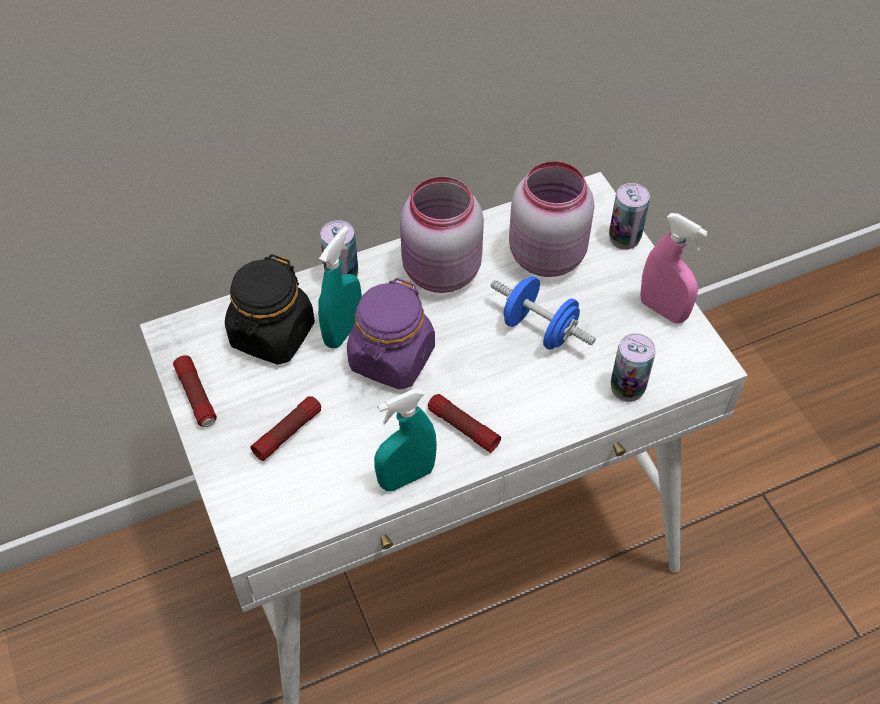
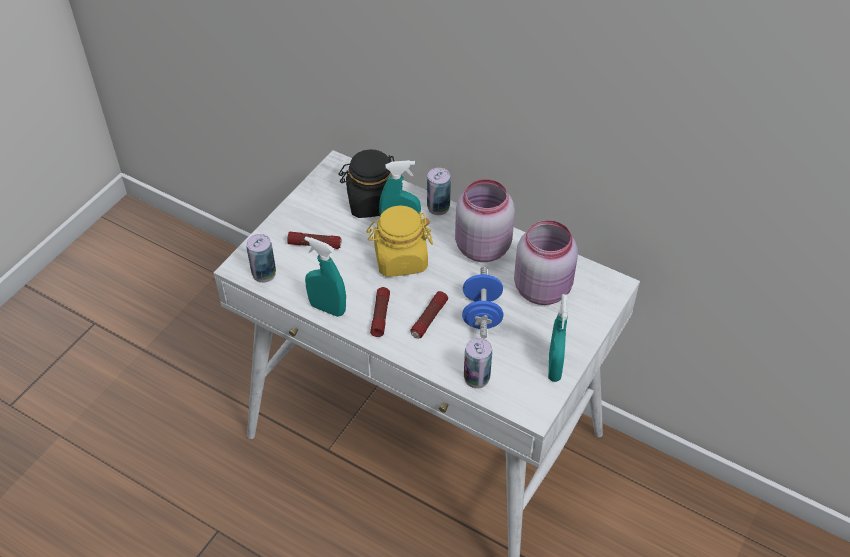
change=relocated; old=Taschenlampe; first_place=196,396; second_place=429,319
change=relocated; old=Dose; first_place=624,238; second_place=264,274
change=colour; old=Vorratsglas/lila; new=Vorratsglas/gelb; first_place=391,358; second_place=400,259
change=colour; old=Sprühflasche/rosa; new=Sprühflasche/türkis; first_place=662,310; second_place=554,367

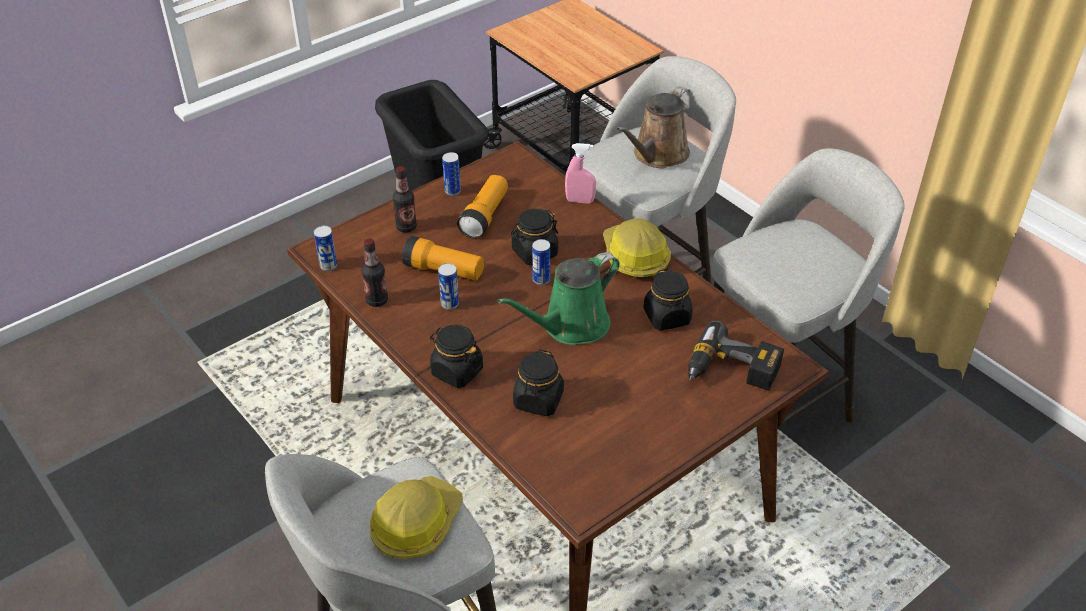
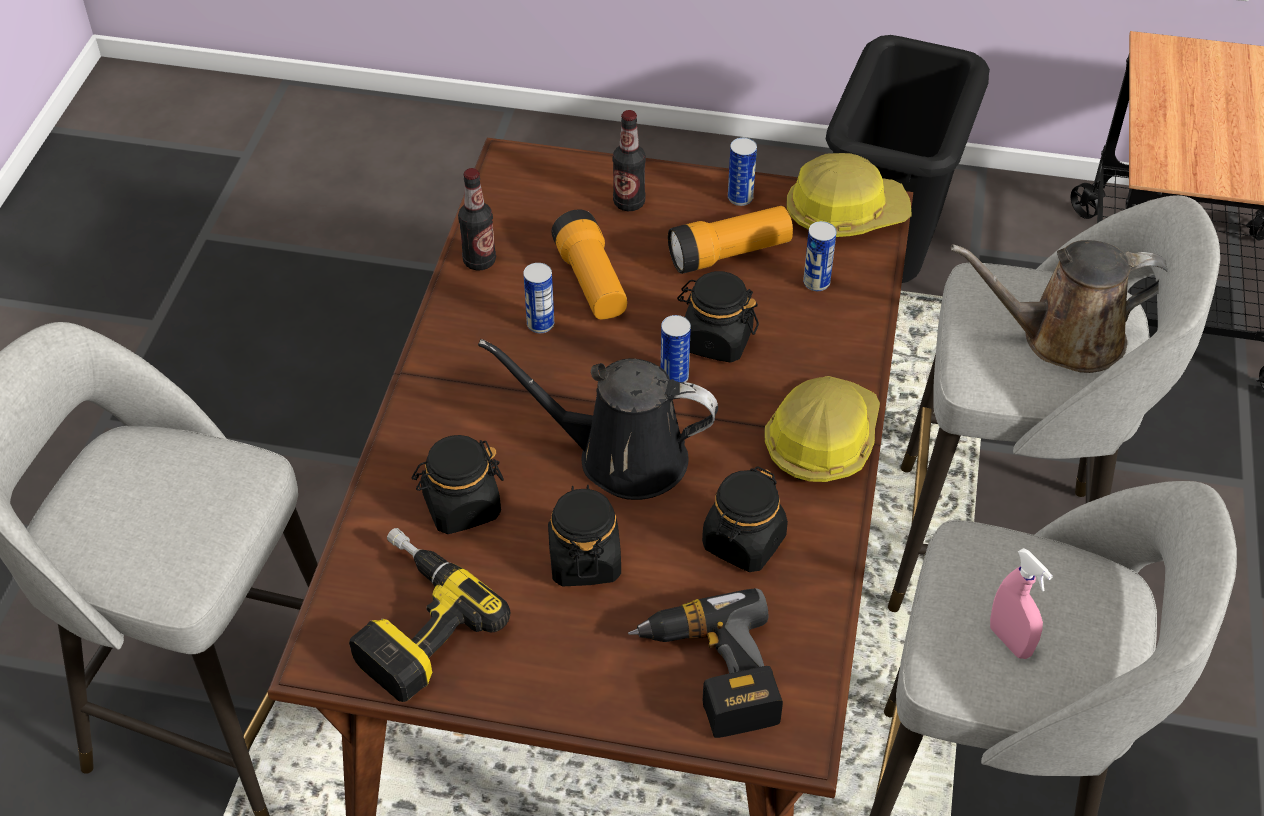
change=appeared; new=Bohrmaschine; second_place=410,622
change=relocated; old=Dose; first_place=328,266; second_place=816,282
change=relocated; old=Schutzhelm; first_place=415,524; second_place=845,213
change=relocated; old=Vorratsglas/schwarz; first_place=456,371; second_place=584,560
change=relocated; old=Sprühflasche/rosa; first_place=580,201; second_place=1010,641
change=colour; old=Gießkanne/grün; new=Gießkanne/schwarz; first_place=570,326; second_place=621,457

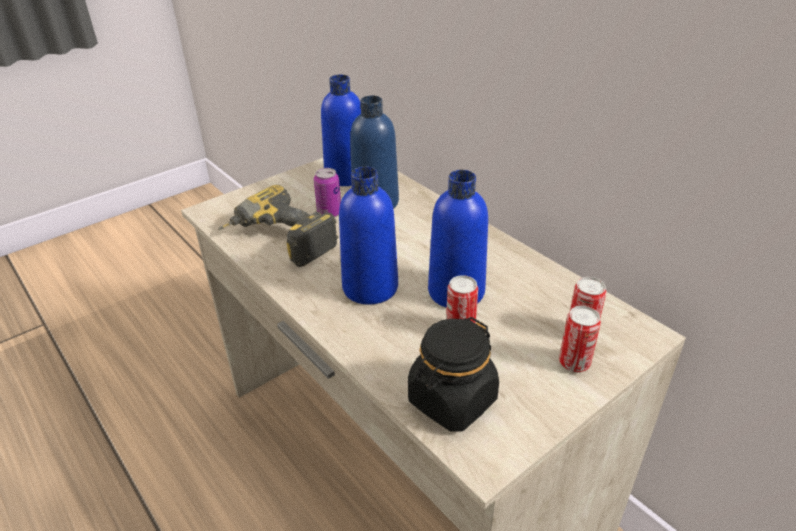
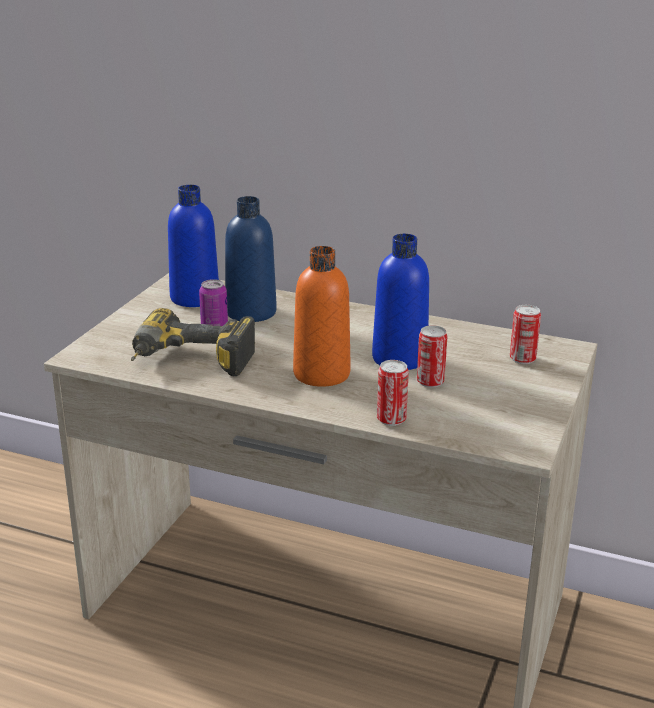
change=missing; old=Vorratsglas/schwarz; first_place=451,401
change=relocated; old=Dose; first_place=574,363; second_place=391,419
change=colour; old=Flasche/blau; new=Flasche/orange; first_place=370,287; second_place=321,374

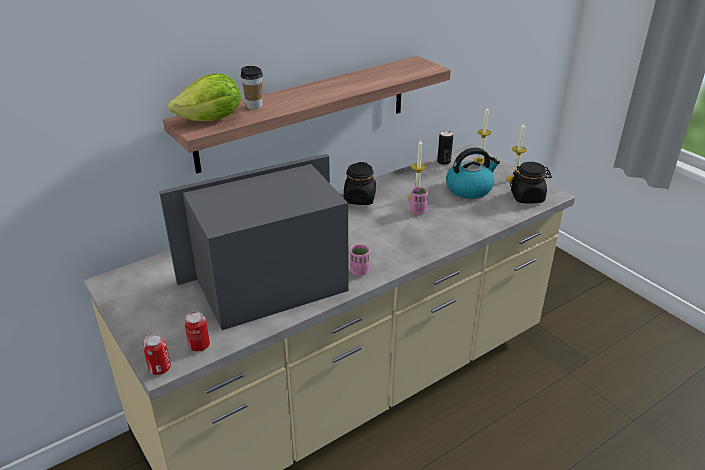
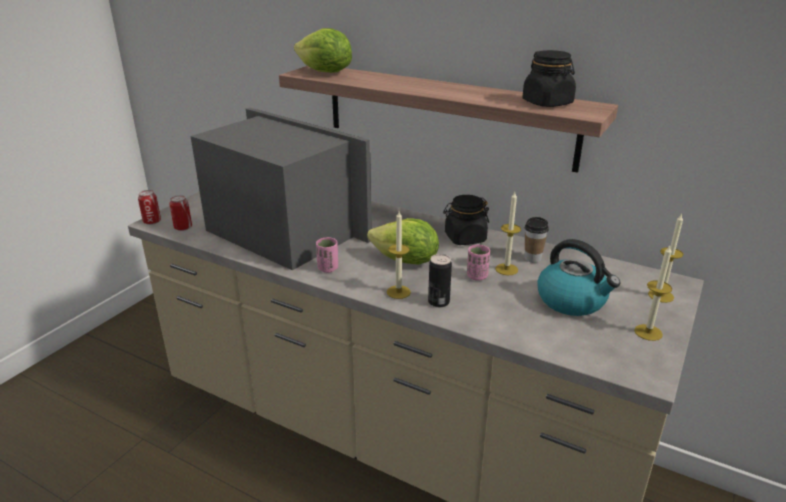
change=appeared; new=Salatkopf; second_place=406,261
change=appeared; new=Kerze; second_place=398,292
change=relocated; old=Tasse; first_place=254,106; second_place=532,258
change=relocated; old=Dose; first_place=444,162; second_place=438,302
change=relocated; old=Vorratsglas/schwarz; first_place=527,197; second_place=547,103

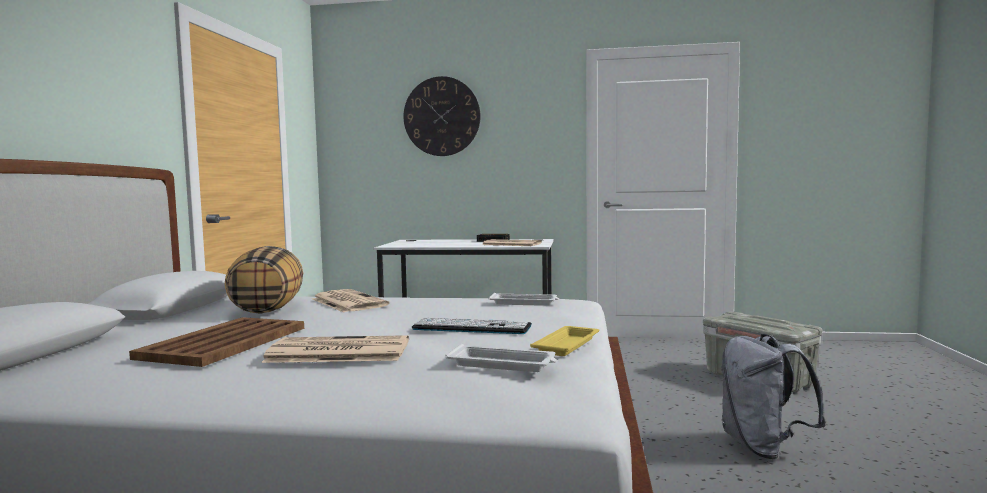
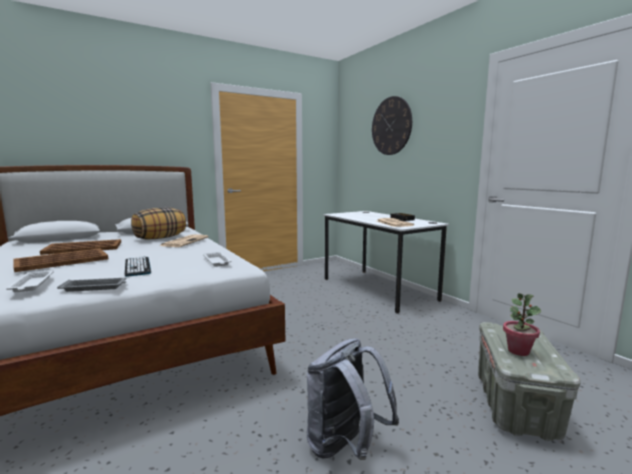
change=appeared; new=Topfpflanze; second_place=518,351
change=exchanged; old=Zeitung; new=Tablett/braun; first_place=336,352; second_place=61,261
change=colour; old=Tablett/gelb; new=Tablett/grau; first_place=567,345; second_place=95,287

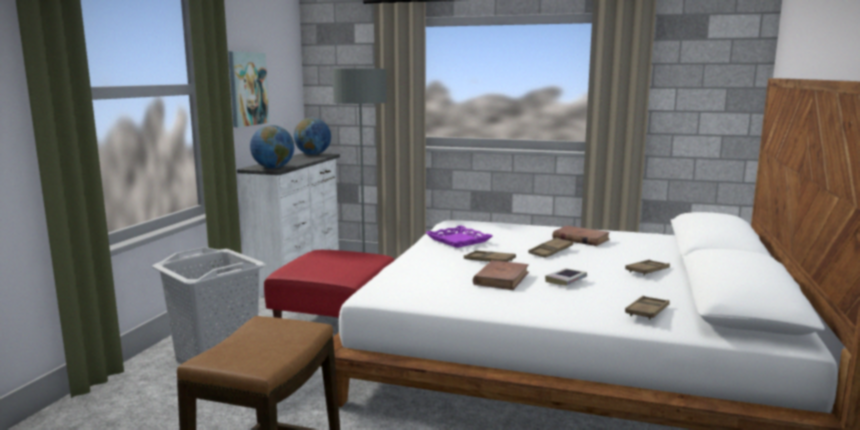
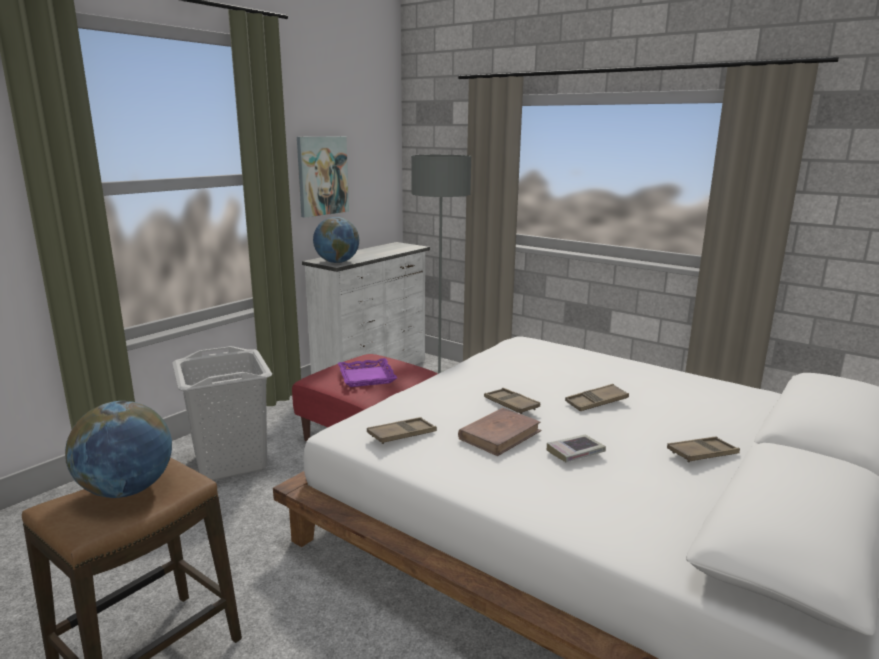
change=missing; old=Buch/braun; first_place=580,239
change=relocated; old=Globus; first_place=313,154; second_place=127,490
change=relocated; old=Tablett/lila; first_place=459,240; second_place=367,377
change=relocated; old=Tablett/braun; first_place=647,311; second_place=402,435

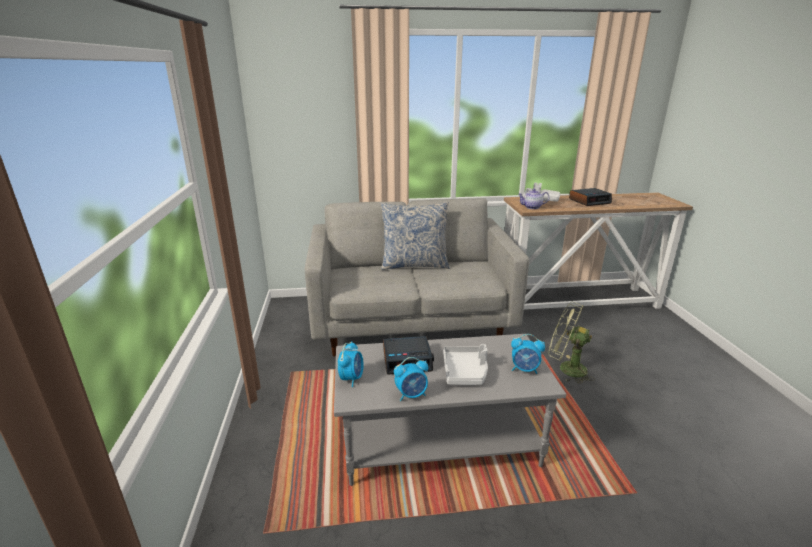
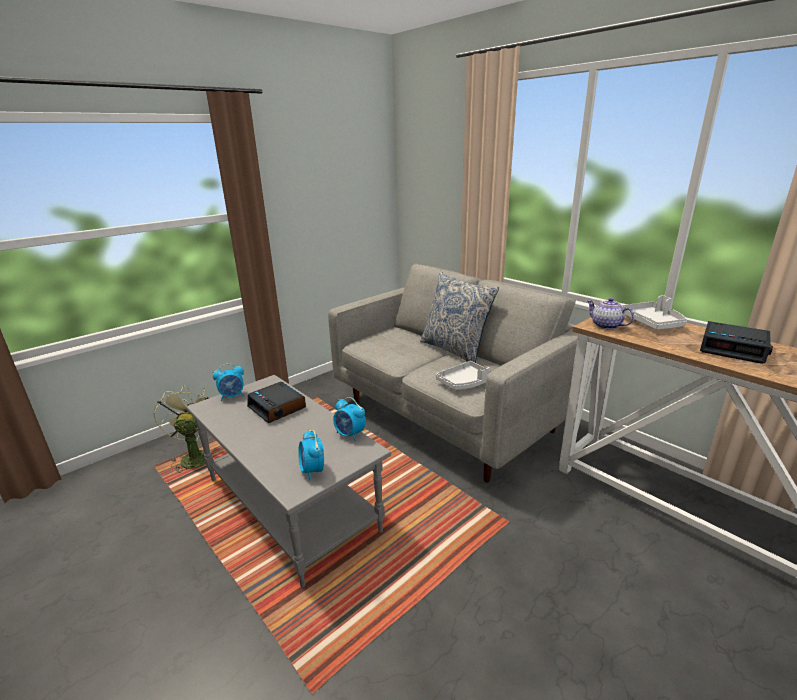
change=relocated; old=Wecker; first_place=411,395; second_place=350,434
change=relocated; old=Tablett/grau; first_place=465,371; second_place=465,382
change=relocated; old=Ventilator/grün; first_place=566,368; second_place=196,456

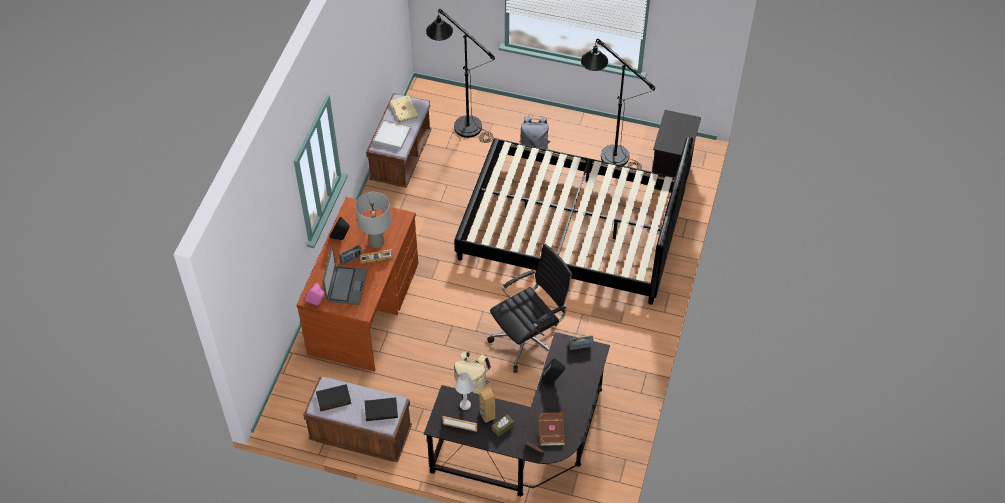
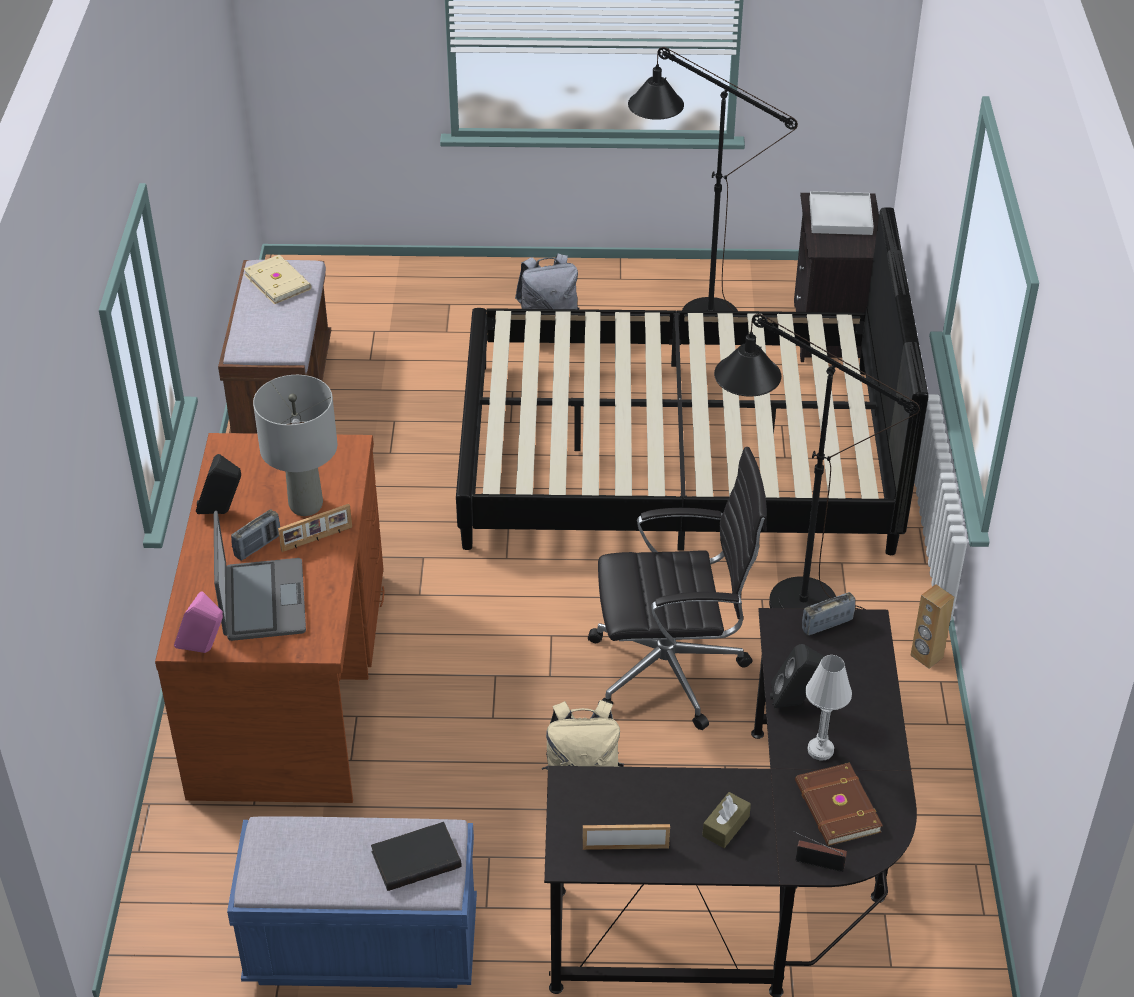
change=missing; old=Buch/schwarz; first_place=333,399
change=relocated; old=Tablett/weiß; first_place=392,136; second_place=840,216
change=relocated; old=Stehlampe/schwarz; first_place=461,123; second_place=783,598
change=relocated; old=Tischlampe/weiß; first_place=465,405; second_place=820,750
change=relocated; old=Lautsprecher/braun; first_place=487,416; second_place=926,656
change=colour; old=Bank/braun; new=Bank/blau; first_place=361,435; second_place=362,946
change=spun; old=Bürostuhl/schwarz; first_place=529,340; second_place=672,670; degrees=45

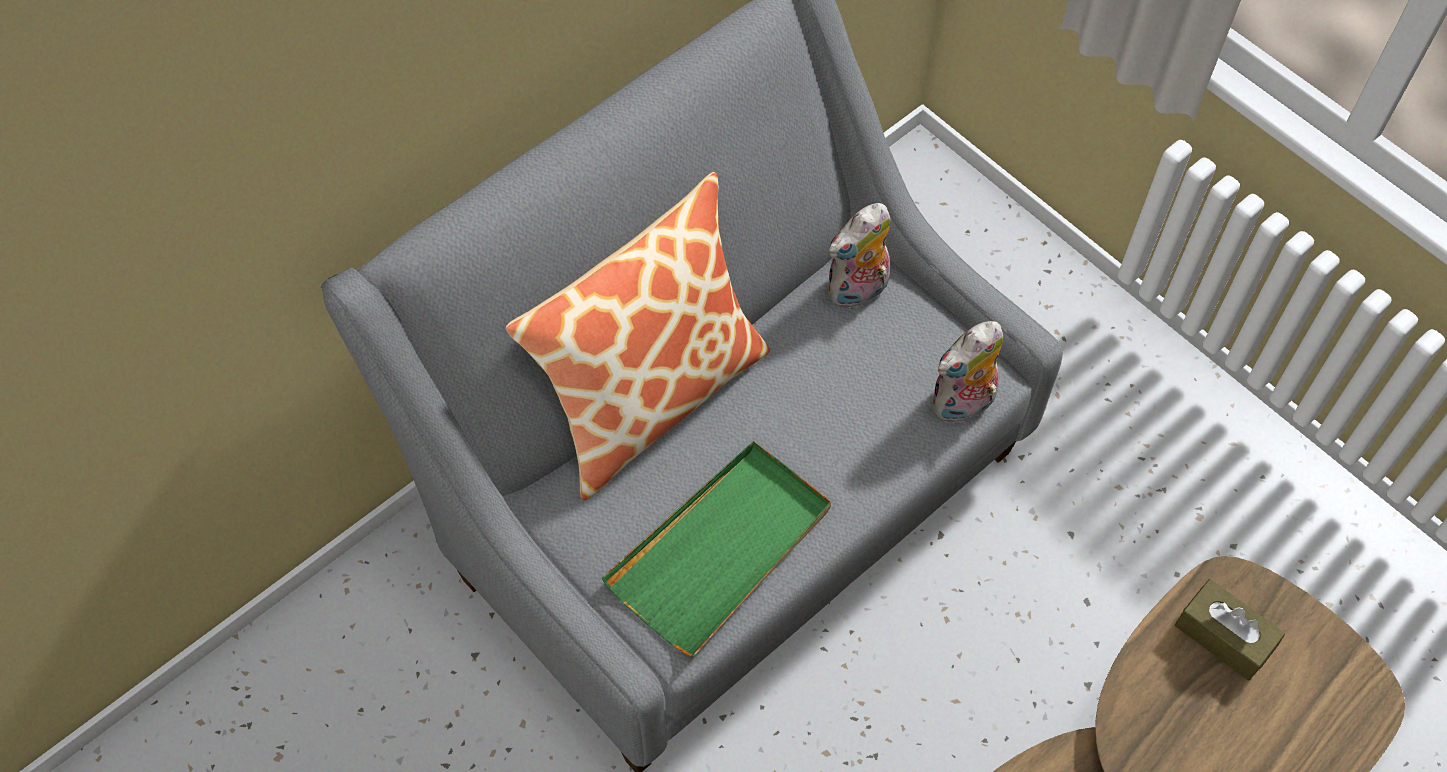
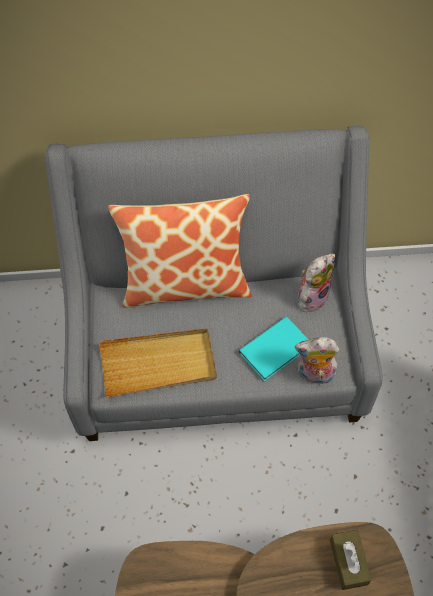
change=appeared; new=Buch/türkis; second_place=277,350
change=colour; old=Tablett/grün; new=Tablett/beige; first_place=721,549; second_place=158,364
change=spun; old=Plüschtier; first_place=858,292; second_place=312,296; degrees=135

